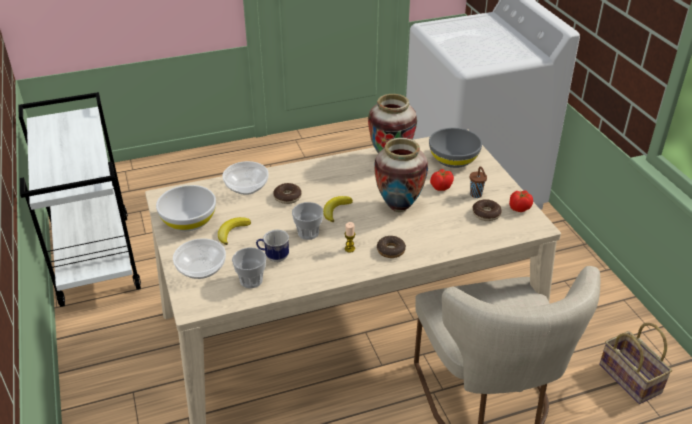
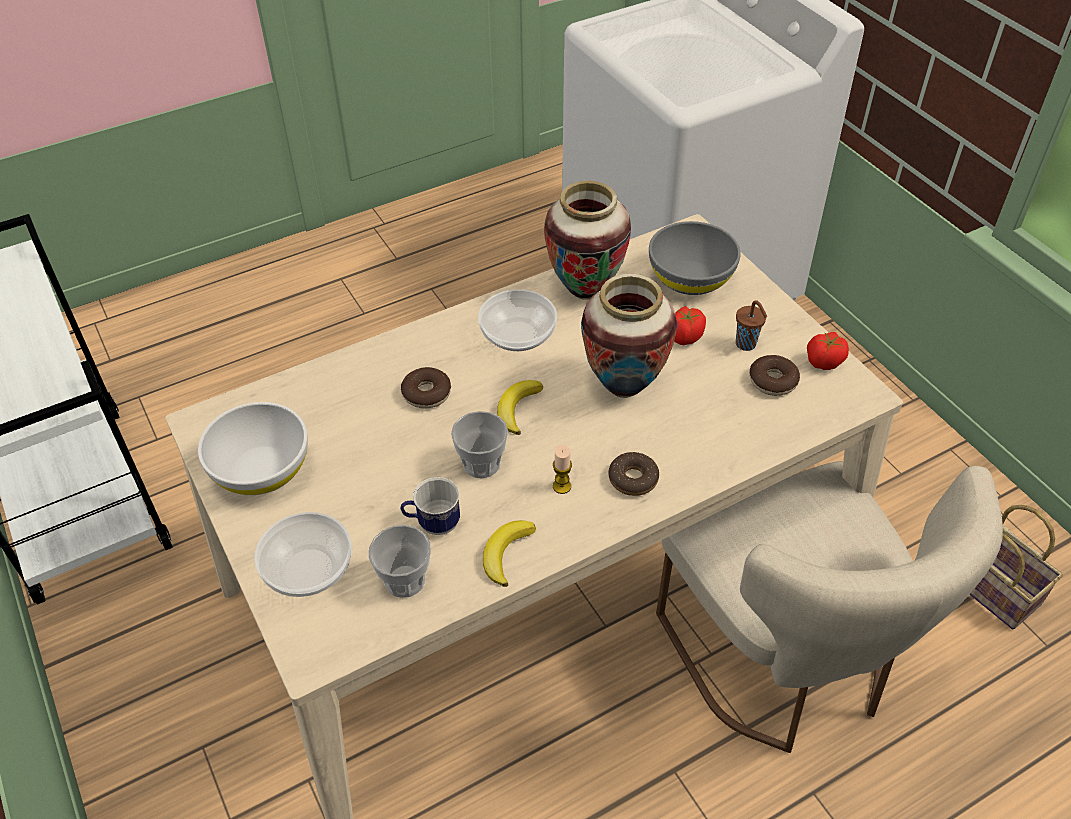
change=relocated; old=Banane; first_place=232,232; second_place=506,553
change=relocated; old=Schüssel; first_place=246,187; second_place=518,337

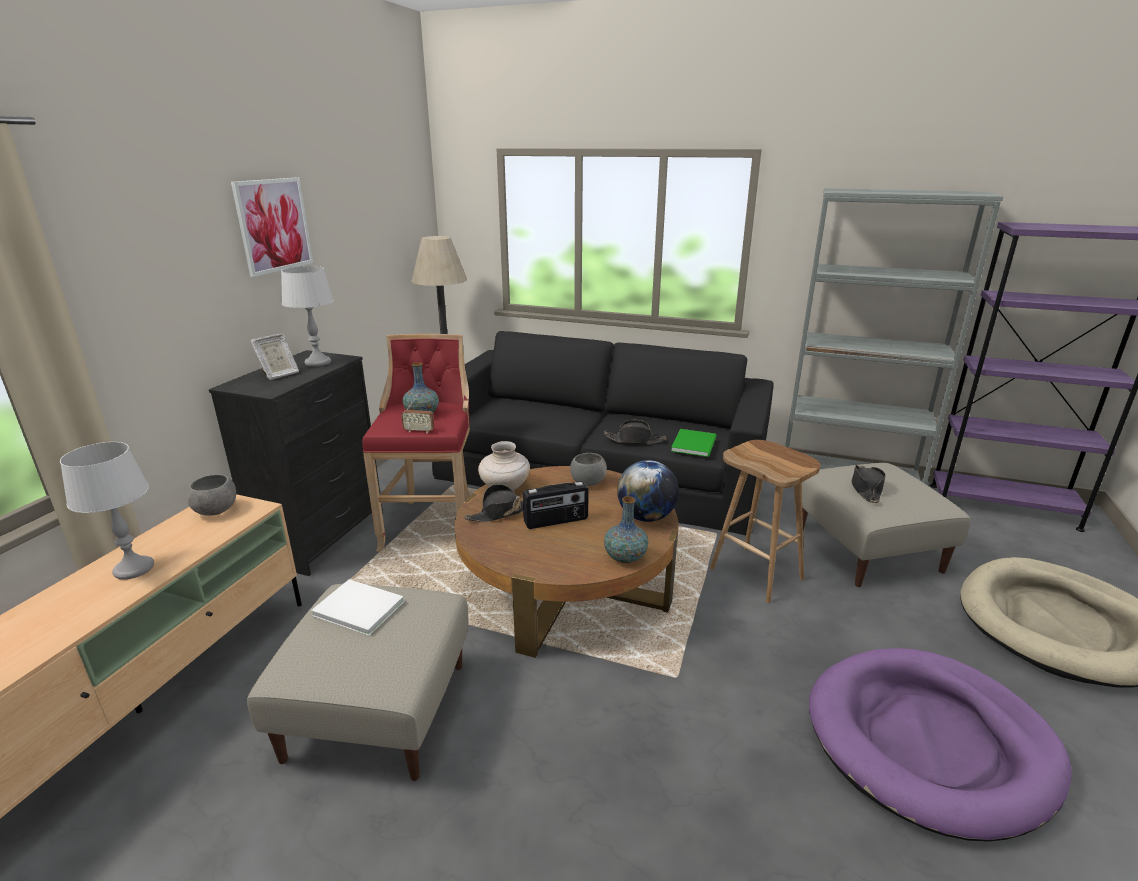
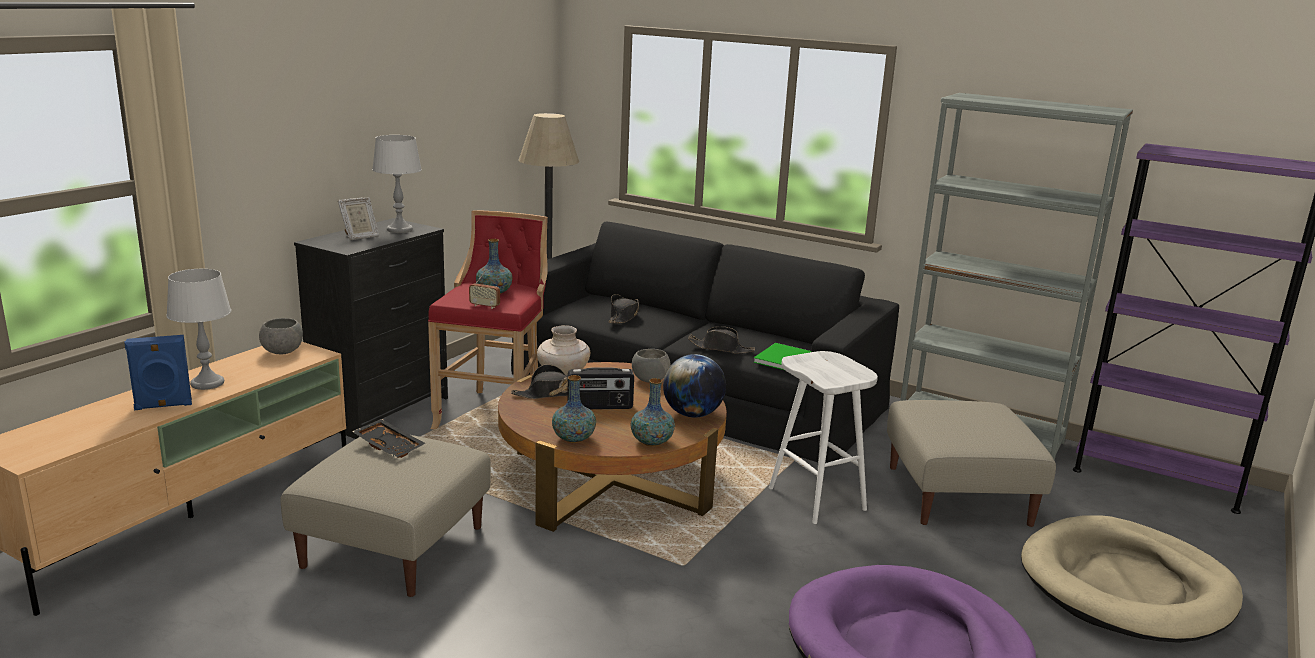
change=missing; old=Bild; first_place=273,225
change=appeared; new=Lautsprecher/blau; second_place=163,406
change=appeared; new=Vase; second_place=573,439
change=relocated; old=Hut/schwarz; first_place=866,488; second_place=623,317
change=exchanged; old=Buch/weiß; new=Tablett/schwarz; first_place=358,606; second_place=390,446
change=colour; old=Hocker/braun; new=Hocker/weiß; first_place=757,574; second_place=818,499

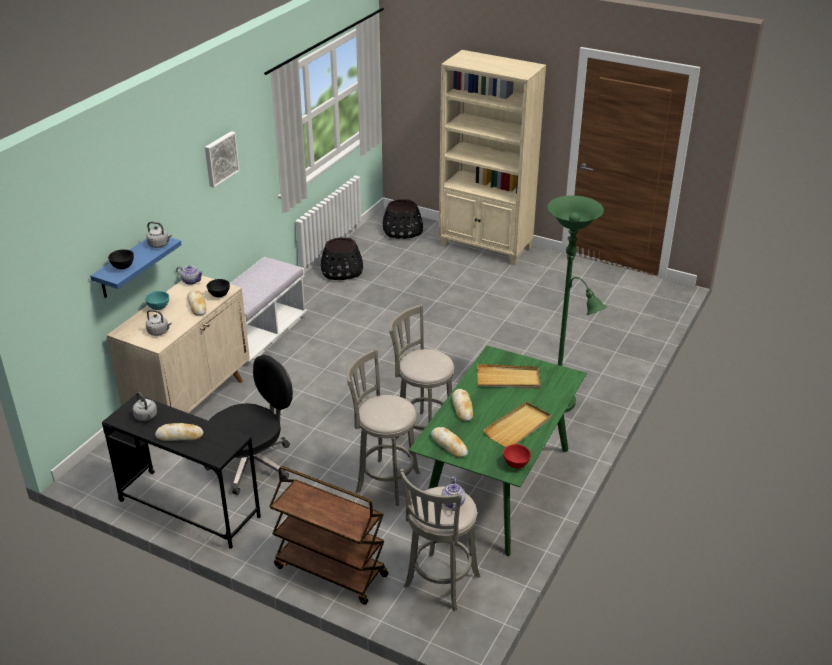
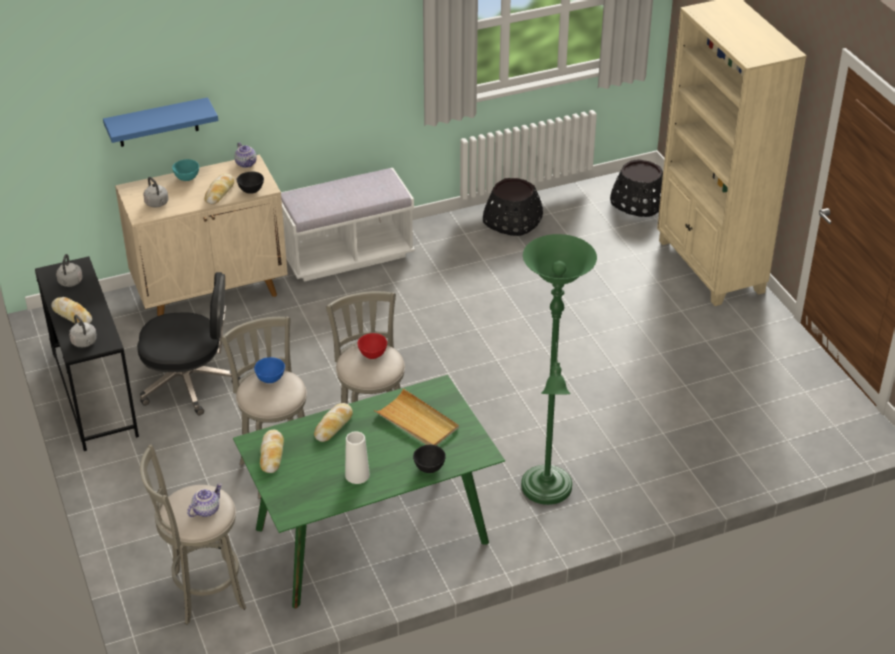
change=missing; old=Bild; first_place=220,158
change=missing; old=Rollwagen/braun; first_place=329,571
change=appeared; new=Schüssel/blau; second_place=271,379
change=relocated; old=Schüssel/schwarz; first_place=122,267; second_place=429,468
change=relocated; old=Wasserkessel/grau; first_place=159,245; second_place=85,342
change=relocated; old=Schüssel/rot; first_place=516,464; second_place=373,354
change=exchanged; old=Tablett/beige; new=Vase/weiß; first_place=518,427; second_place=357,475

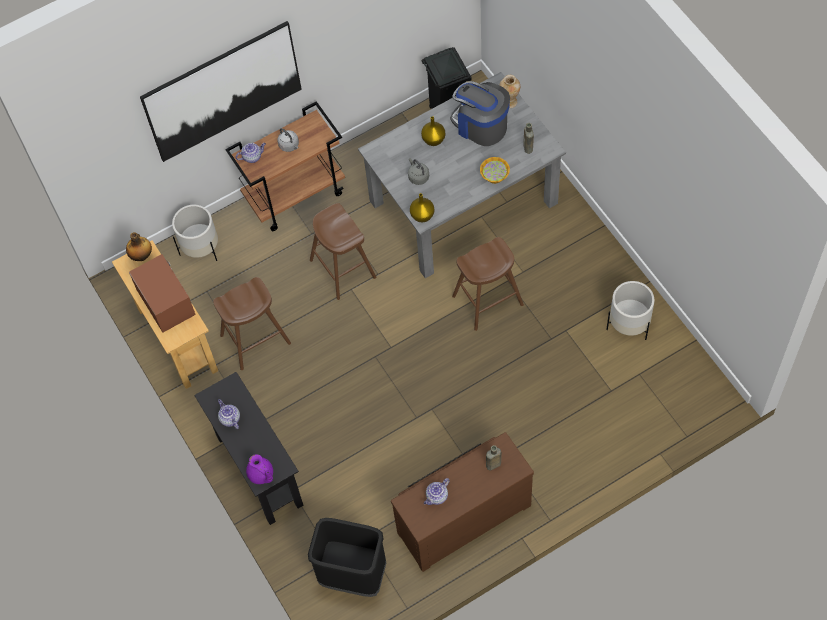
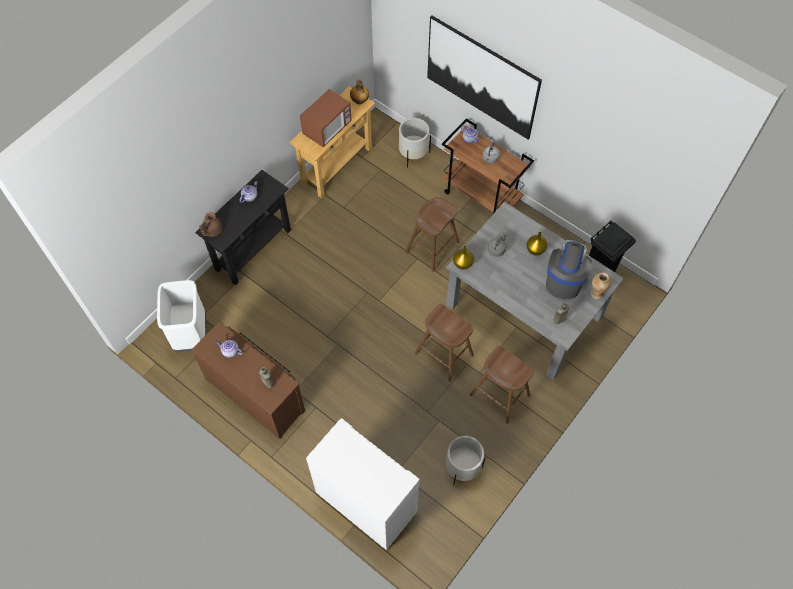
change=missing; old=Schüssel; first_place=494,176
change=appeared; new=Schrank/weiß; second_place=365,503
change=relocated; old=Hocker/braun; first_place=255,339; second_place=500,395
change=colour; old=Teekanne/lila; new=Teekanne/braun; first_place=261,475; second_place=212,230
change=colour; old=Mülleimer/schwarz; new=Mülleimer/weiß; first_place=352,575; second_place=191,334

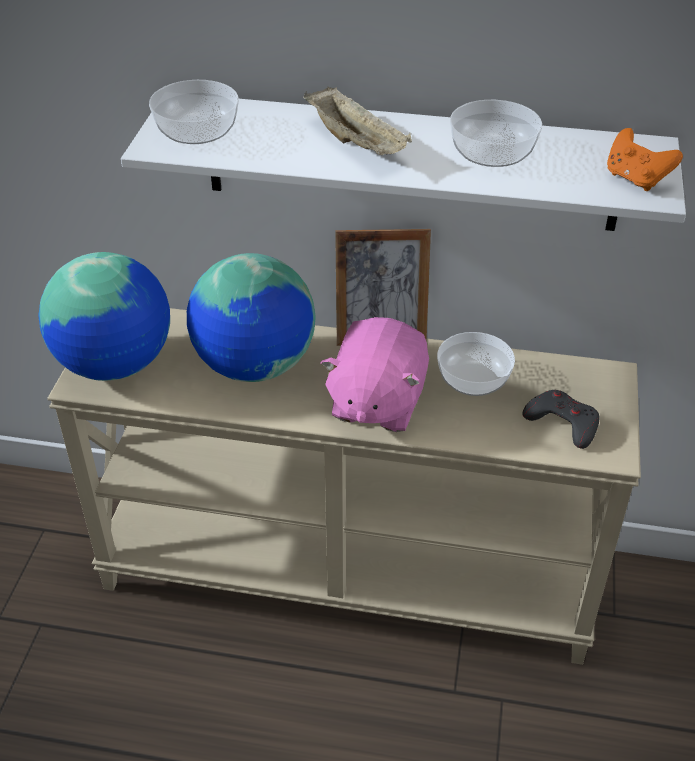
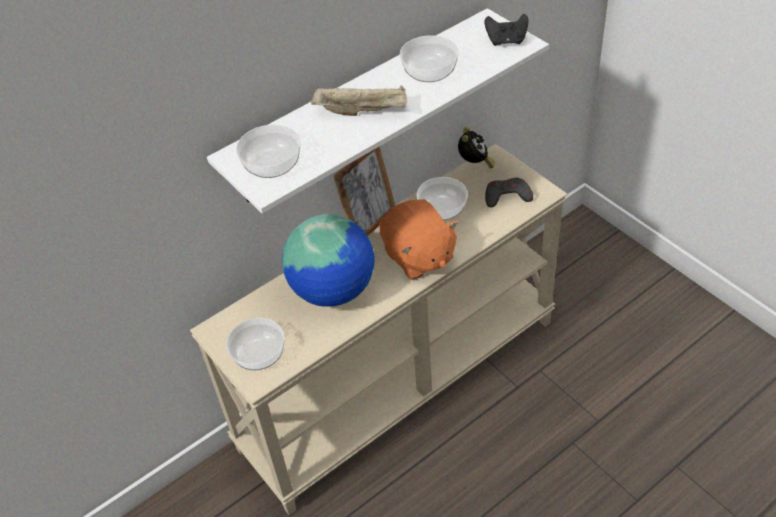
change=appeared; new=Wecker; second_place=474,163
change=exchanged; old=Globus; new=Schüssel; first_place=116,364; second_place=260,354
change=colour; old=Plüschtier/rosa; new=Plüschtier/orange; first_place=376,402; second_place=418,256
change=colour; old=Gamepad/orange; new=Gamepad/schwarz; first_place=635,179; second_place=506,41

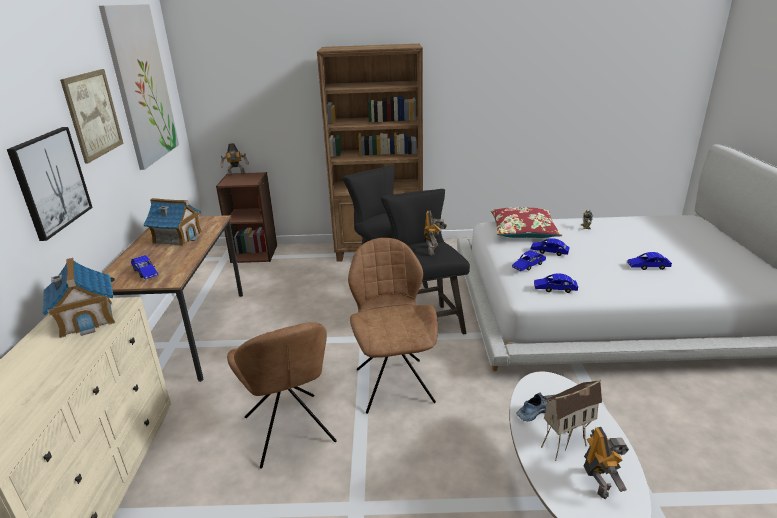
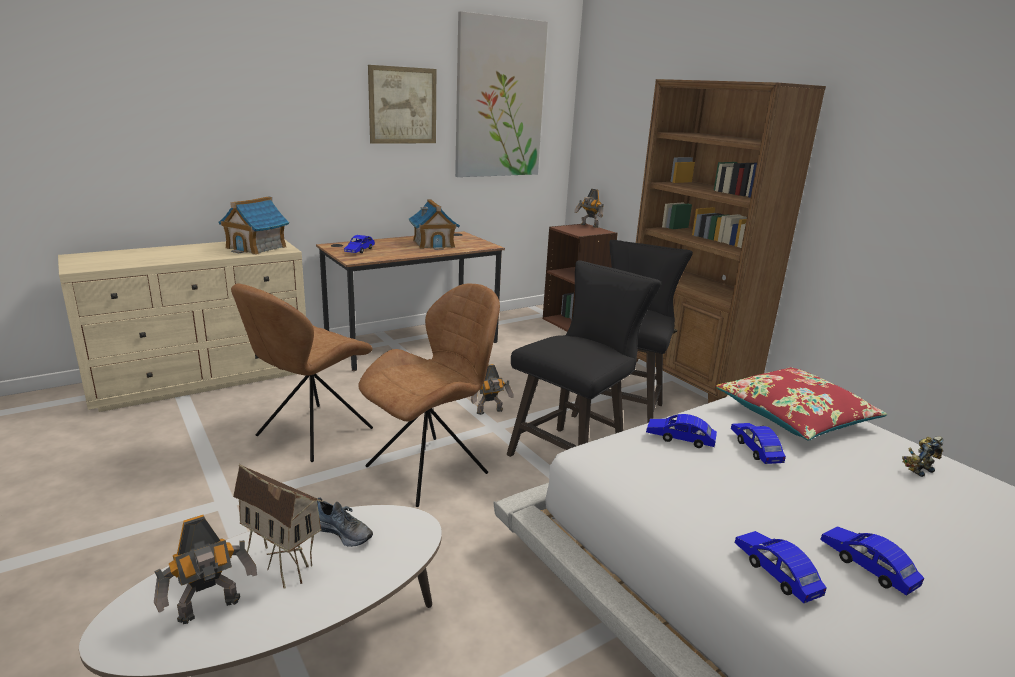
change=missing; old=Bild; first_place=51,181
change=relocated; old=Spielzeugroboter; first_place=433,250; second_place=490,412
change=relocated; old=Spielzeugauto/blau; first_place=555,289; second_place=775,573

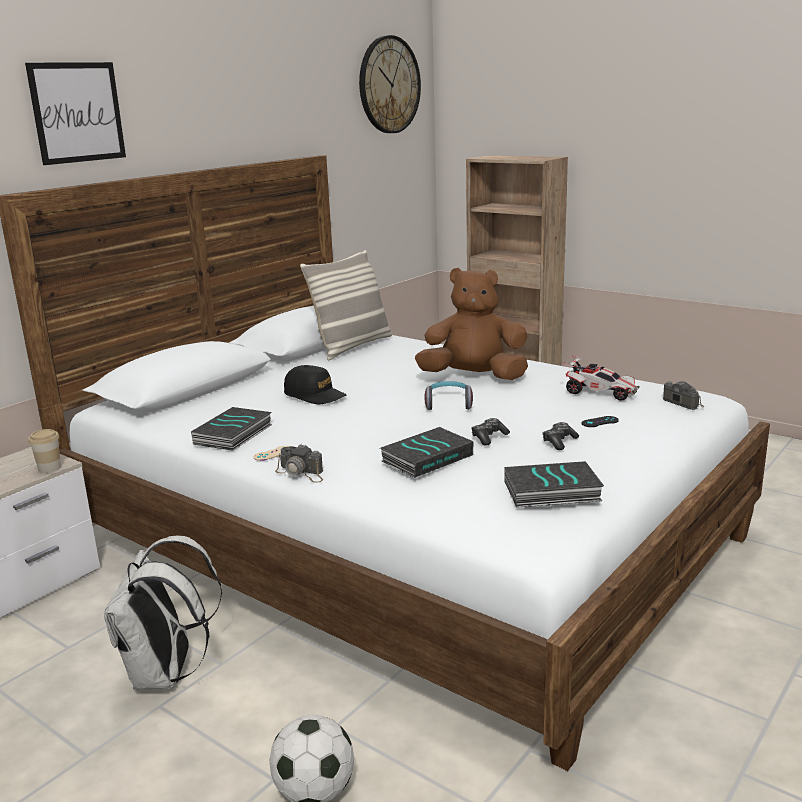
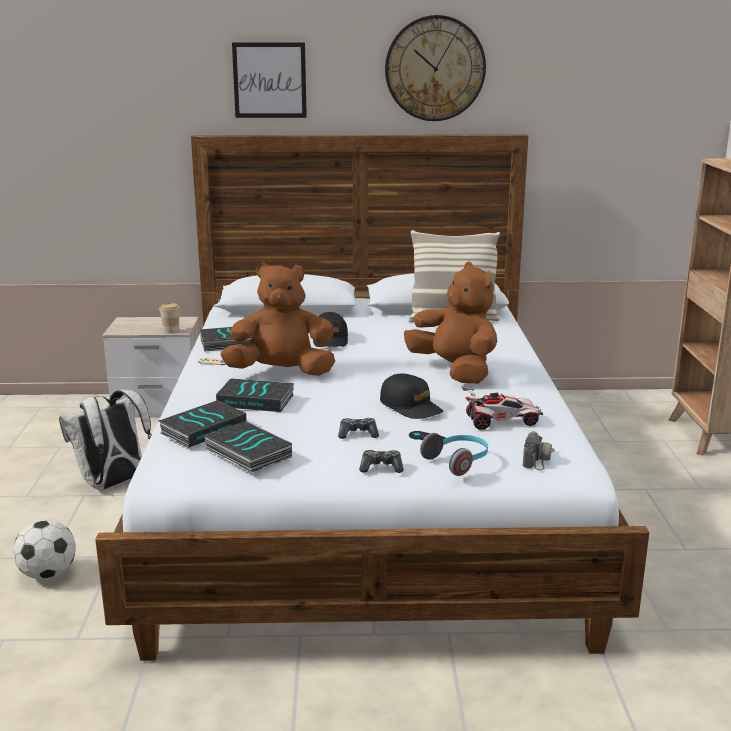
change=missing; old=Kamera; first_place=301,473
change=appeared; new=Buch; second_place=203,429
change=appeared; new=Plüschtier/braun; second_place=282,372
change=appeared; new=Kappe/schwarz; second_place=411,407
change=relocated; old=Wanduhr; first_place=389,85; second_place=435,68
change=relocated; old=Kopfhörer; first_place=448,403; second_place=458,462
change=relocated; old=Gamepad; first_place=489,437; second_place=381,467
change=spun; old=Spielzeugauto; first_place=600,393; second_place=501,422; degrees=-90

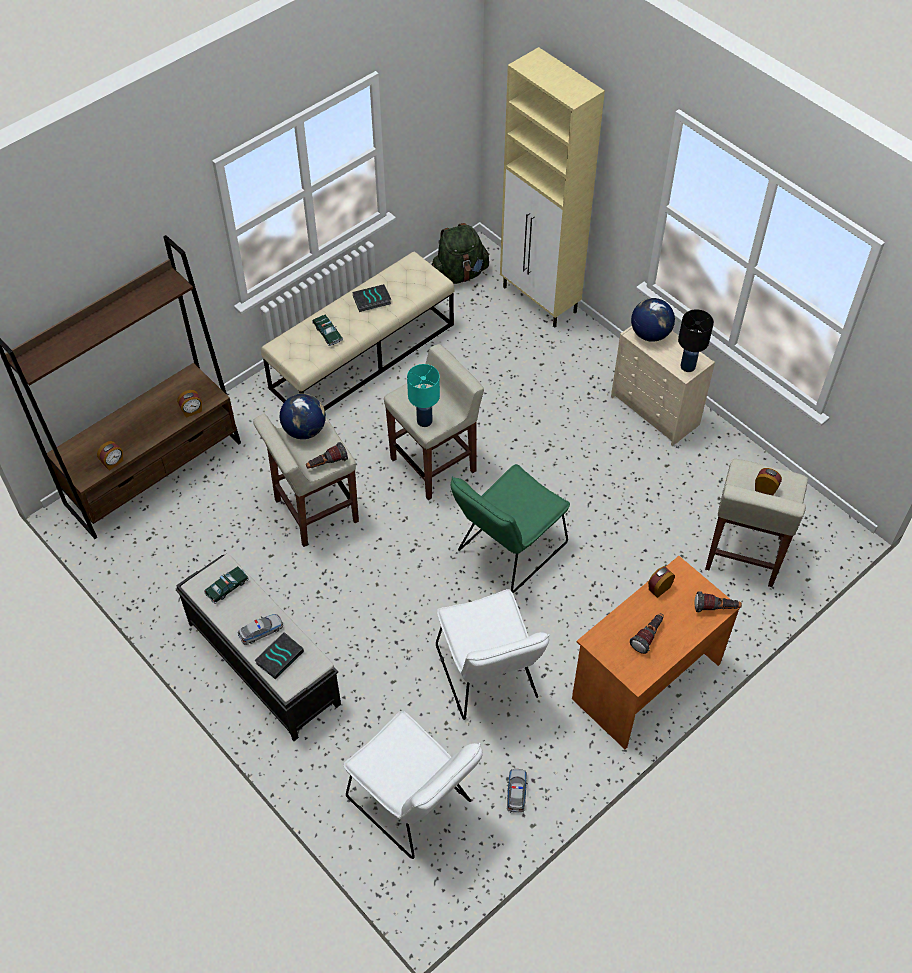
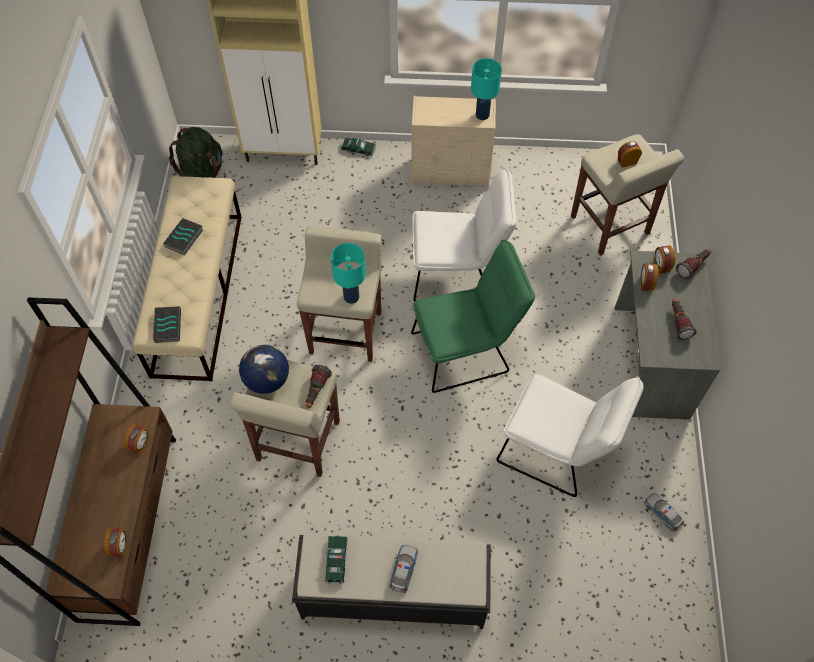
change=missing; old=Globus; first_place=650,334
change=appeared; new=Wecker; second_place=661,266
change=relocated; old=Buch; first_place=279,656; second_place=167,326
change=relocated; old=Spielzeugauto; first_place=327,333; second_place=358,149
change=relocated; old=Stuhl/weiß; first_place=414,805; second_place=458,273
change=colour; old=Schreibtisch/orange; new=Schreibtisch/grau; first_place=644,680; second_place=649,362
change=colour; old=Tischlampe/schwarz; new=Tischlampe/türkis; first_place=688,366; second_place=482,114
change=spun; old=Stuhl/grün; first_place=507,551; second_place=466,351; degrees=-105

